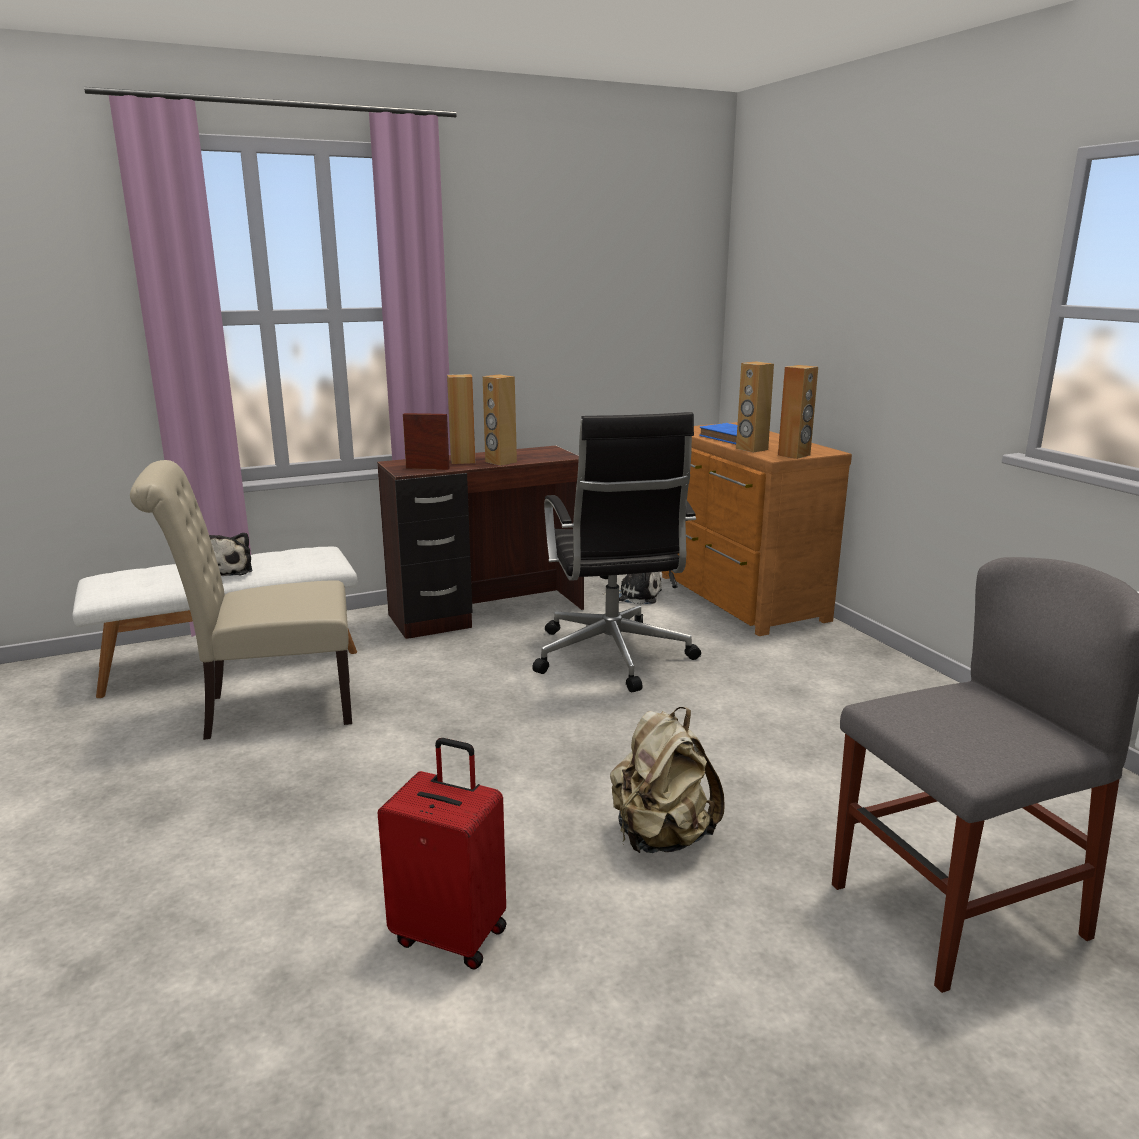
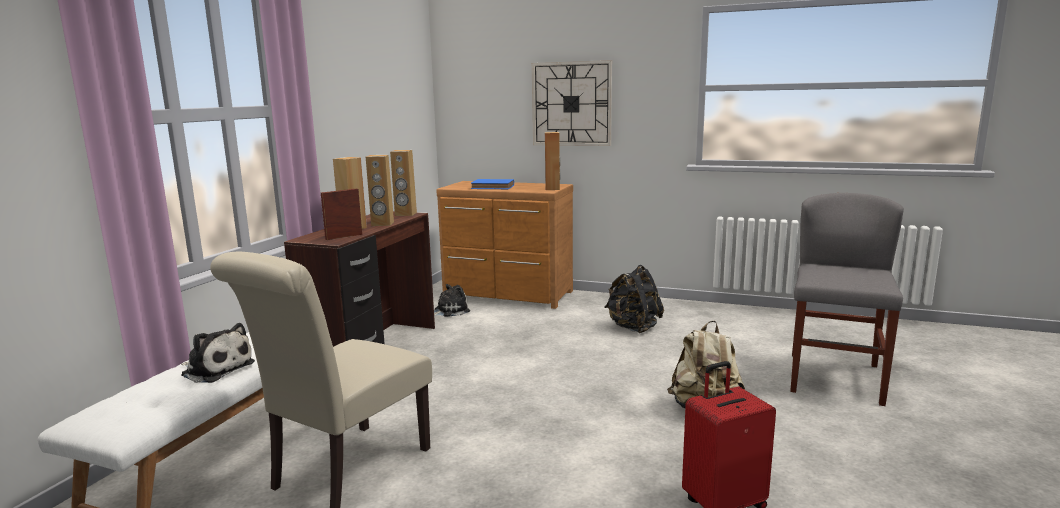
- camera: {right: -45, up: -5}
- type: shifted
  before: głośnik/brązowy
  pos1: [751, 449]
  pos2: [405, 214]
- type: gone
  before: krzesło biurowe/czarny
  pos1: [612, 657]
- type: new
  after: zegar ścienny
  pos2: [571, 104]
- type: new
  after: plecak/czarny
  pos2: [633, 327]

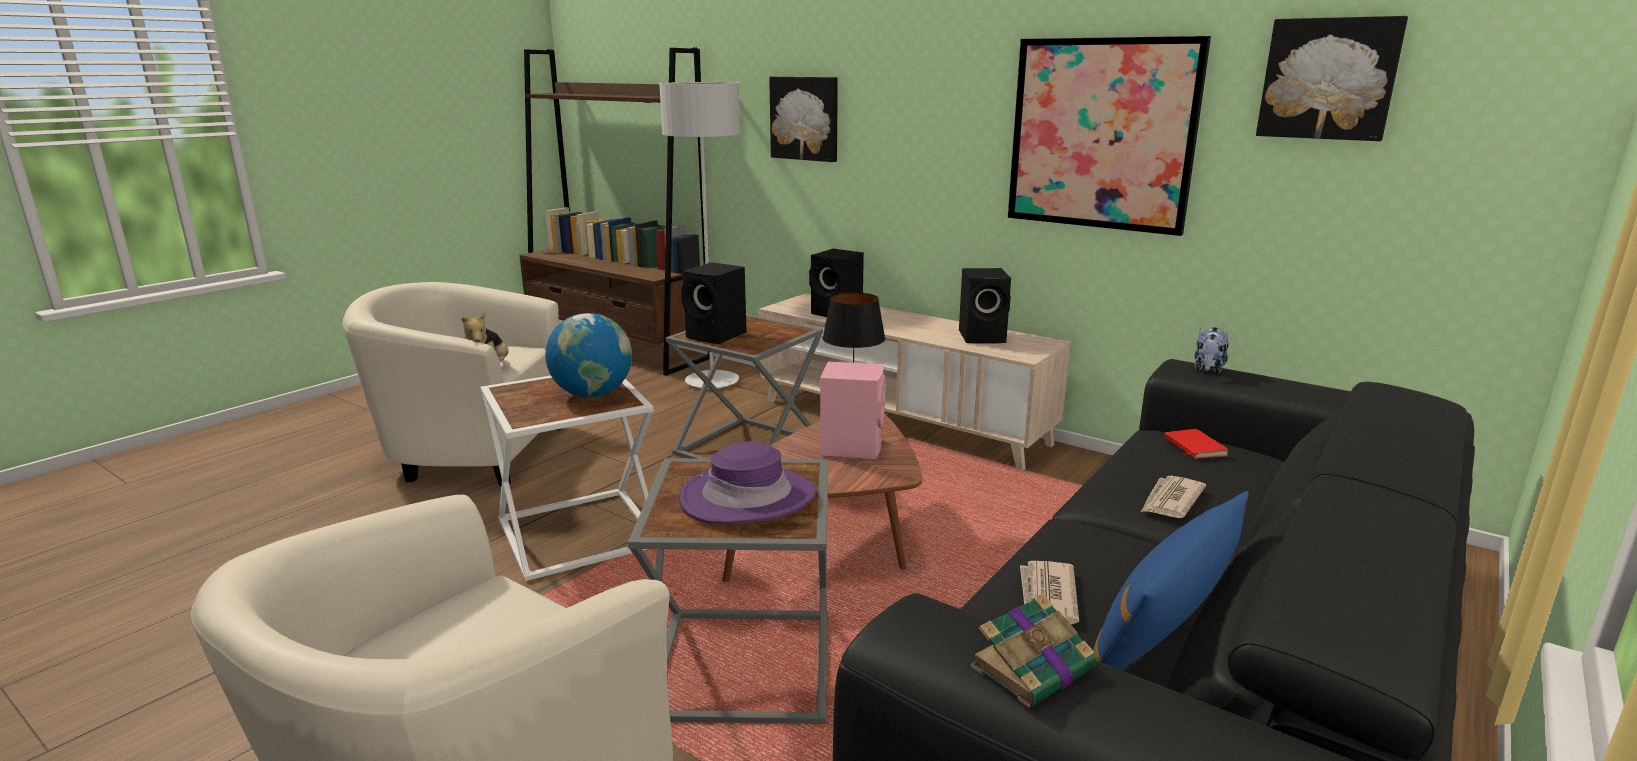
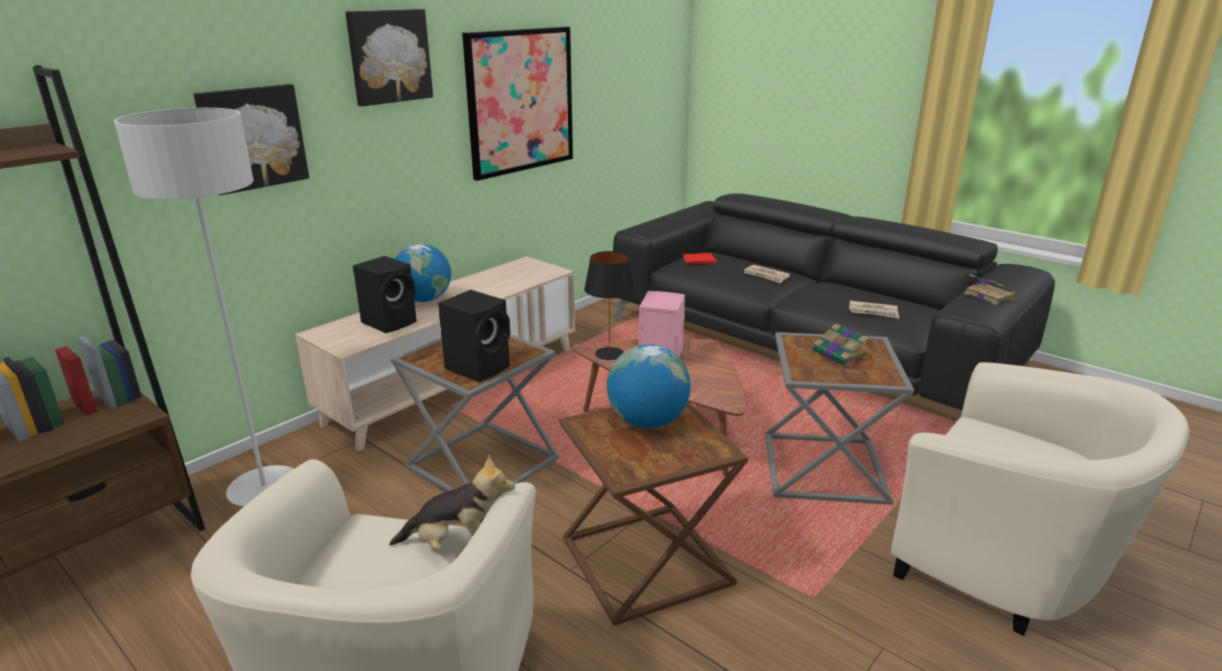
- camera: {right: -85, up: 5}
- type: shifted
  before: obraz
  pos1: [1328, 79]
  pos2: [389, 56]
- type: gone
  before: głośnik/czarny
  pos1: [984, 337]
- type: gone
  before: pluszak
  pos1: [1208, 369]
- type: repainted
  before: stolik/biały
  after: stolik/brązowy
  pos1: [580, 532]
  pos2: [643, 561]
- type: swapped
  before: kapelusz/fioletowy
  after: książka
  pos1: [748, 497]
  pos2: [840, 355]
- type: gone
  before: poduszka/niebieski
  pos1: [1162, 638]
- type: new
  after: globus
  pos2: [424, 299]

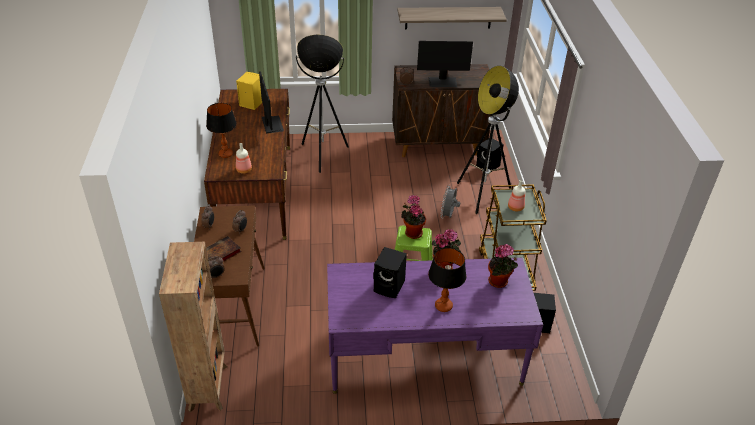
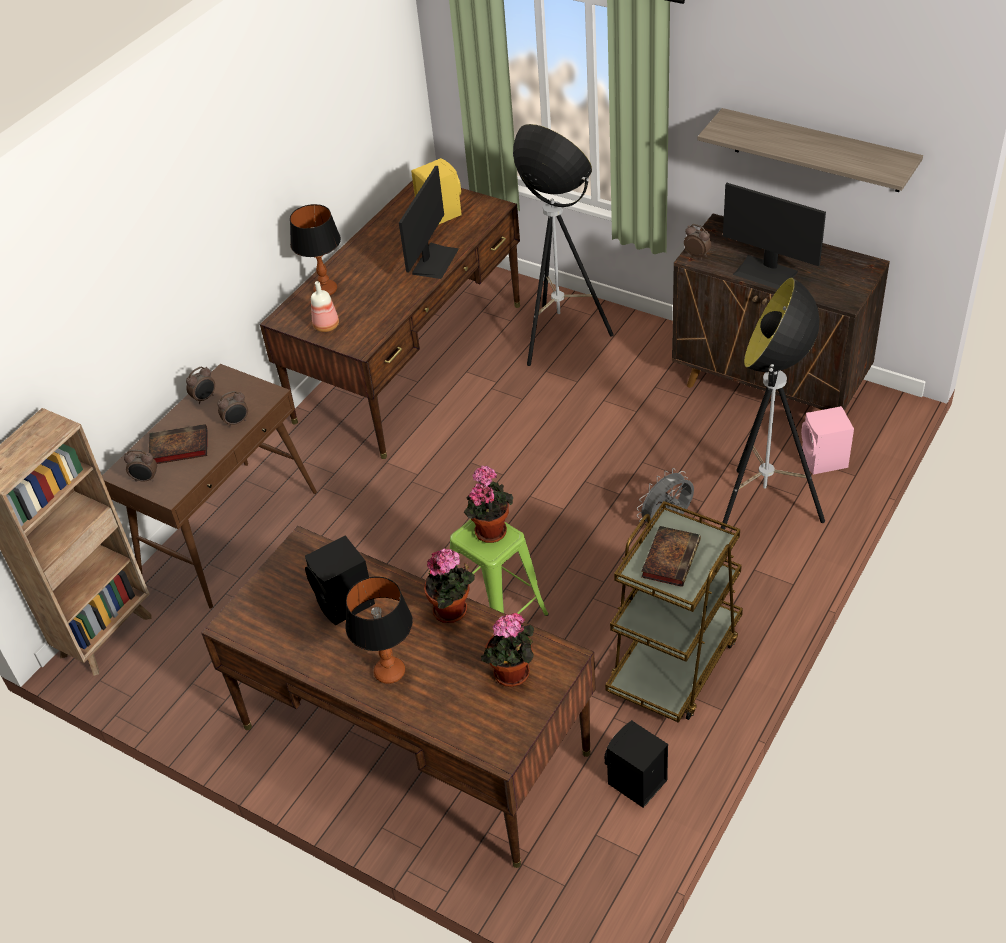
- camera: {right: 40, up: 5}
- type: repainted
  before: głośnik/czarny
  after: głośnik/różowy
  pos1: [488, 167]
  pos2: [824, 461]
- type: swapped
  before: butelka
  after: książka
  pos1: [515, 207]
  pos2: [670, 558]
- type: repainted
  before: biurko/fioletowy
  after: biurko/brązowy
  pos1: [424, 356]
  pos2: [414, 740]

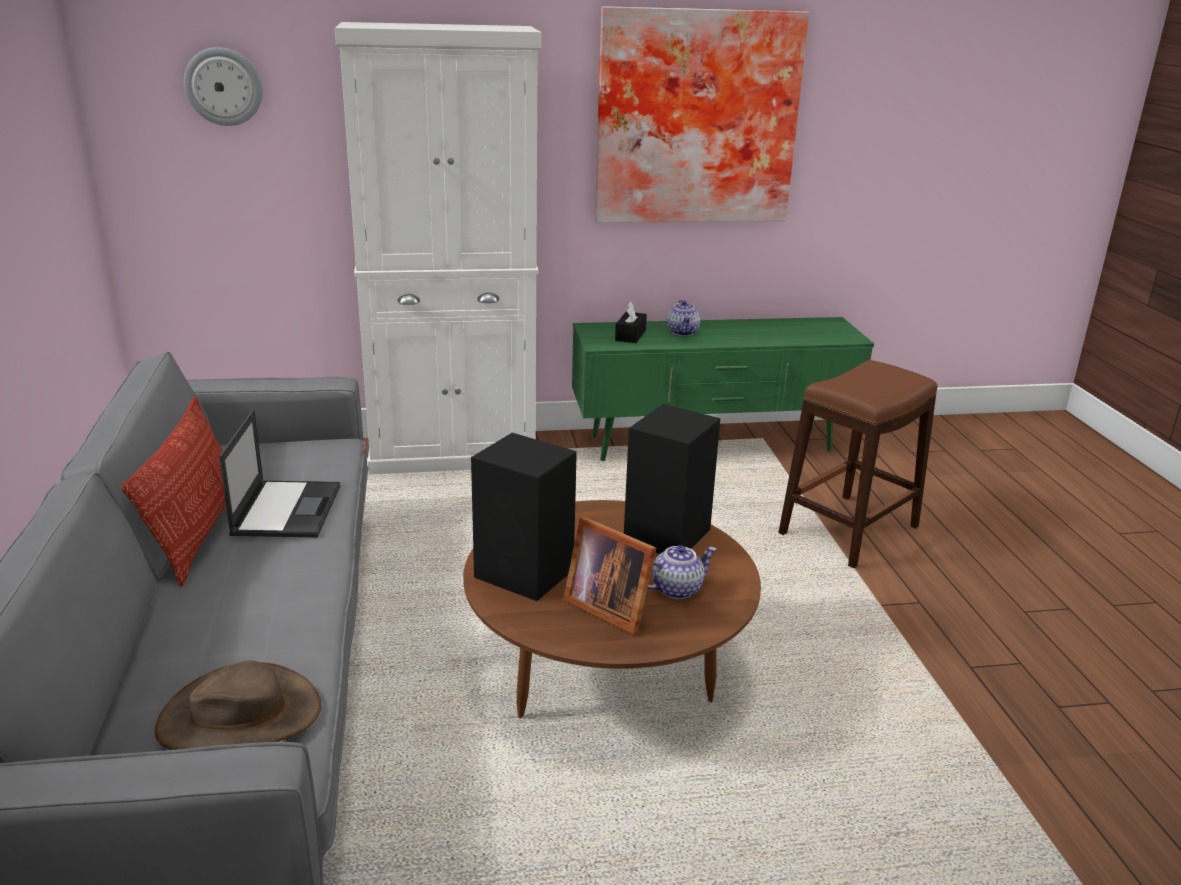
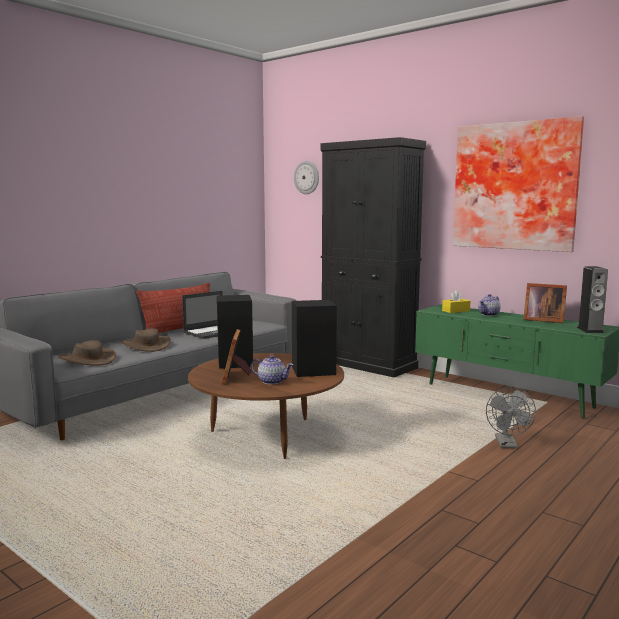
- camera: {right: 50, up: -15}
- type: repainted
  before: szafka/biały
  after: szafka/czarny
  pos1: [453, 453]
  pos2: [368, 365]
- type: repainted
  before: pudełko chusteczek/czarny
  after: pudełko chusteczek/żółty
  pos1: [630, 335]
  pos2: [456, 311]
- type: swapped
  before: stołek/brązowy
  after: wentylator/szary
  pos1: [848, 530]
  pos2: [507, 445]
- type: new
  after: głośnik
  pos2: [590, 330]
- type: new
  after: ramka na zdjęcie
  pos2: [542, 320]
- type: new
  after: kapelusz/brązowy
  pos2: [146, 345]

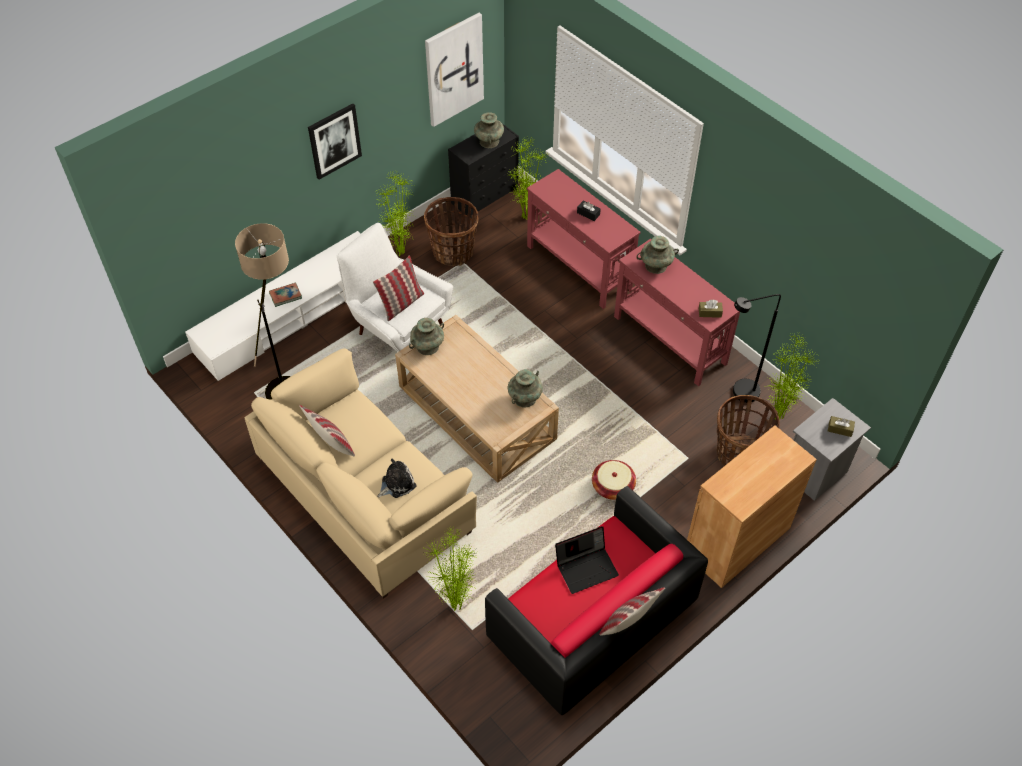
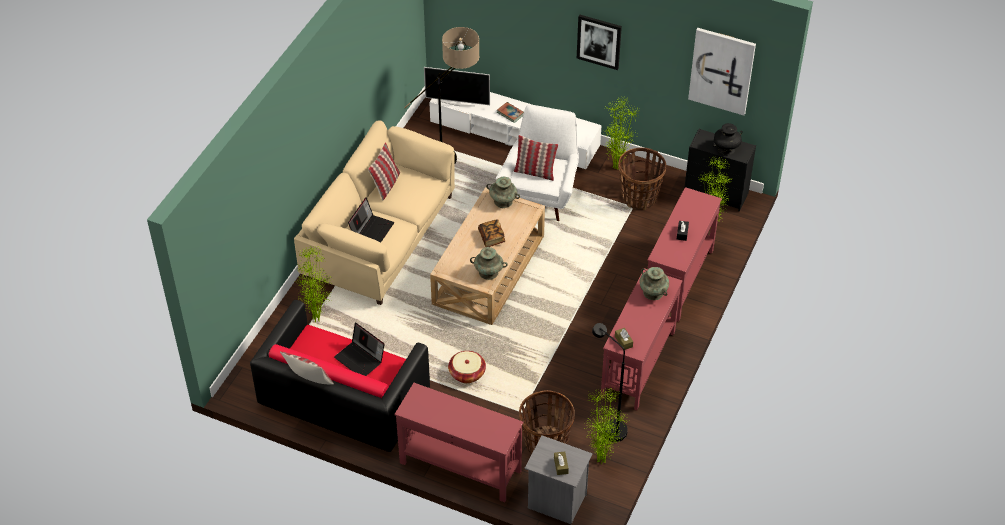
- camera: {right: 65, up: -5}
- type: repainted
  before: wazon/turkusowy
  after: wazon/czarny
  pos1: [489, 141]
  pos2: [726, 149]
- type: swapped
  before: szafka/brązowy
  after: stolik konsolowy/czerwony
  pos1: [737, 540]
  pos2: [460, 466]
- type: swapped
  before: pluszak
  after: laptop
  pos1: [396, 483]
  pos2: [372, 230]
- type: new
  after: telewizor
  pos2: [458, 103]
- type: new
  after: książka
  pos2: [491, 238]

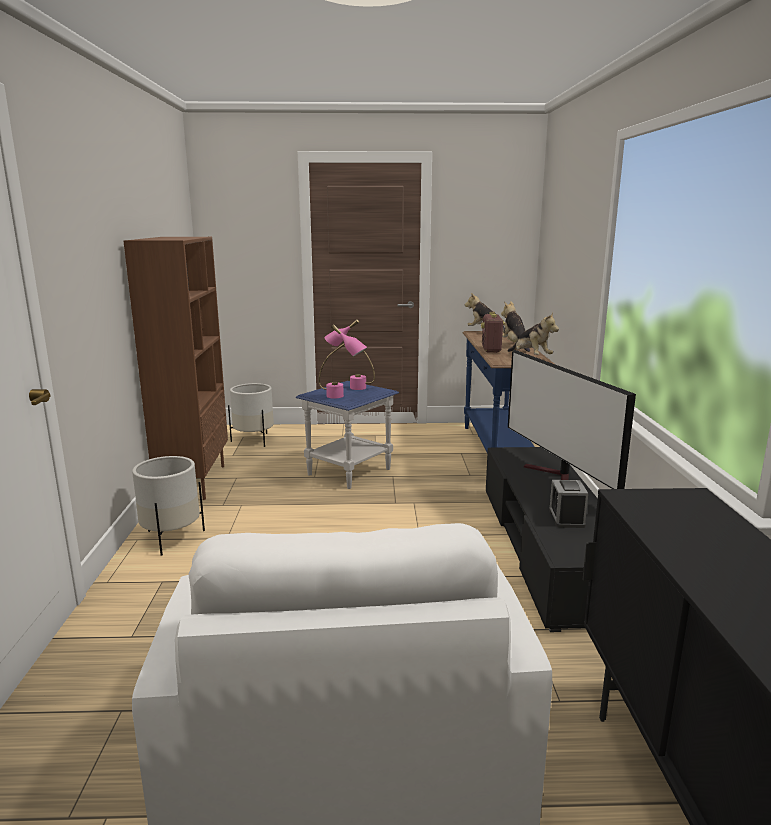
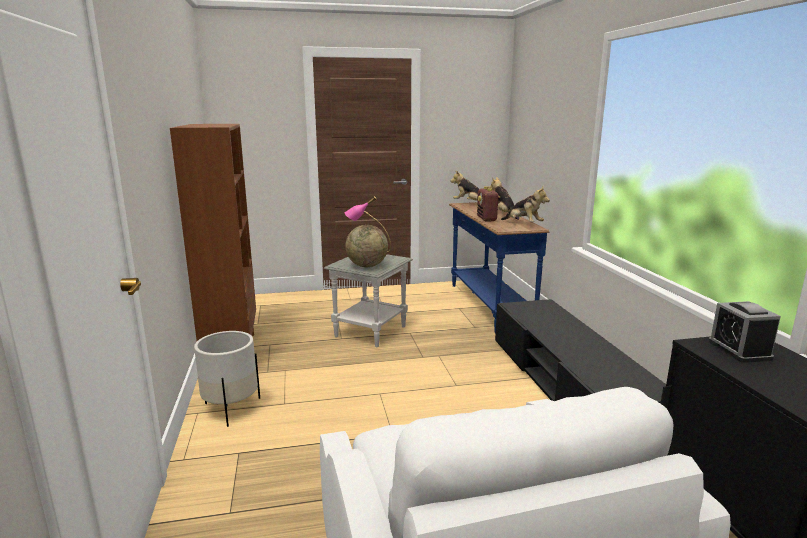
- camera: {right: -10, up: 0}
- type: swapped
  before: lampa stołowa/różowy
  after: globus
  pos1: [342, 397]
  pos2: [367, 266]
- type: gone
  before: telewizor
  pos1: [557, 477]
- type: repainted
  before: stolik/niebieski
  after: stolik/szary
  pos1: [349, 471]
  pos2: [370, 331]
- type: gone
  before: donica/biały
  pos1: [254, 440]
- type: shifted
  before: budzik
  pos1: [566, 518]
  pos2: [739, 350]

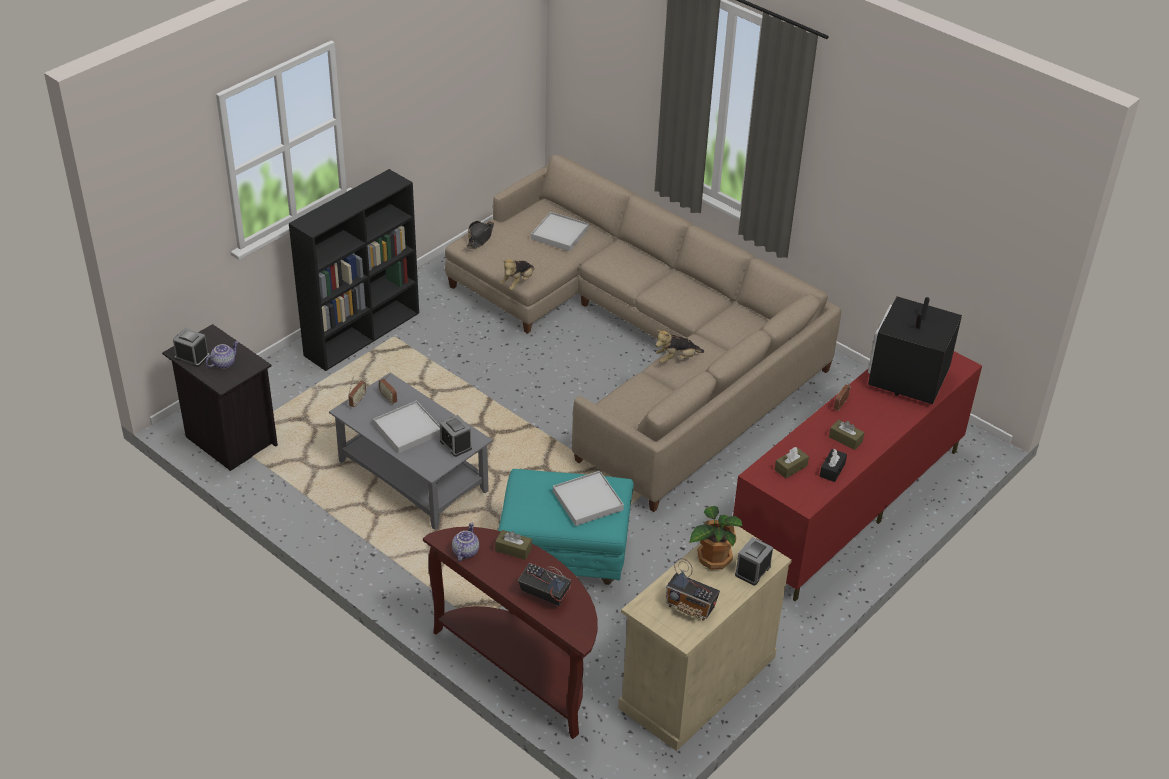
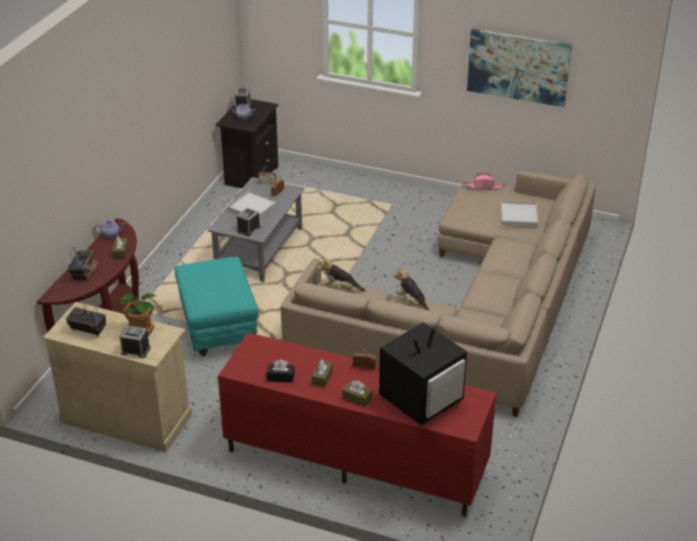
- camera: {right: 70, up: -5}
- type: gone
  before: regał/czarny
  pos1: [363, 333]
- type: repainted
  before: kapelusz/czarny
  after: kapelusz/różowy
  pos1: [480, 238]
  pos2: [484, 186]
- type: shifted
  before: pluszak
  pos1: [517, 283]
  pos2: [340, 288]
- type: rotated
  before: telewizor
  pos1: [907, 380]
  pos2: [422, 399]
  turn: 135
- type: shifted
  before: pudełko chusteczek/brązowy
  pos1: [791, 468]
  pos2: [357, 398]
- type: gone
  before: taca/biały
  pos1: [587, 500]
- type: rotated
  before: radio
  pos1: [691, 607]
  pos2: [88, 330]
  turn: 105
- type: new
  after: obraz
  pos2: [518, 67]

